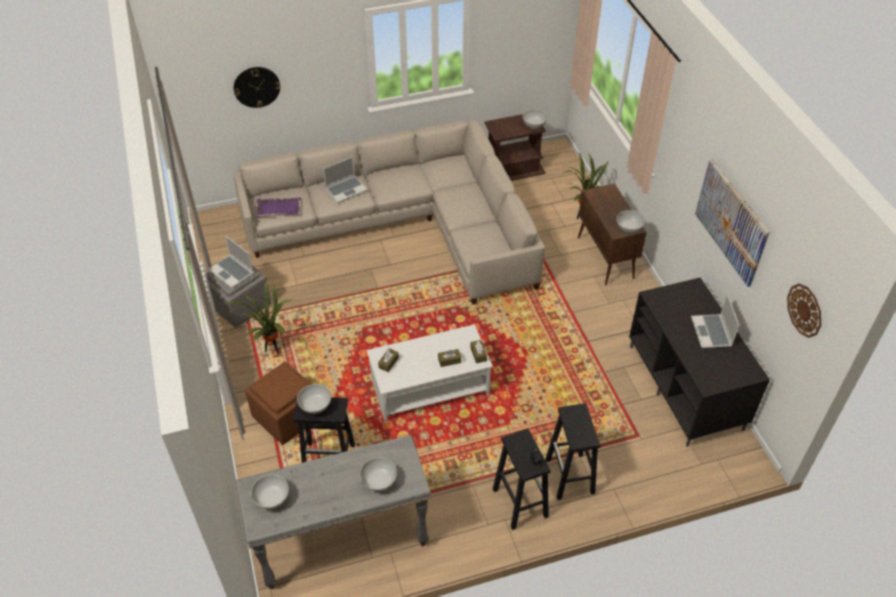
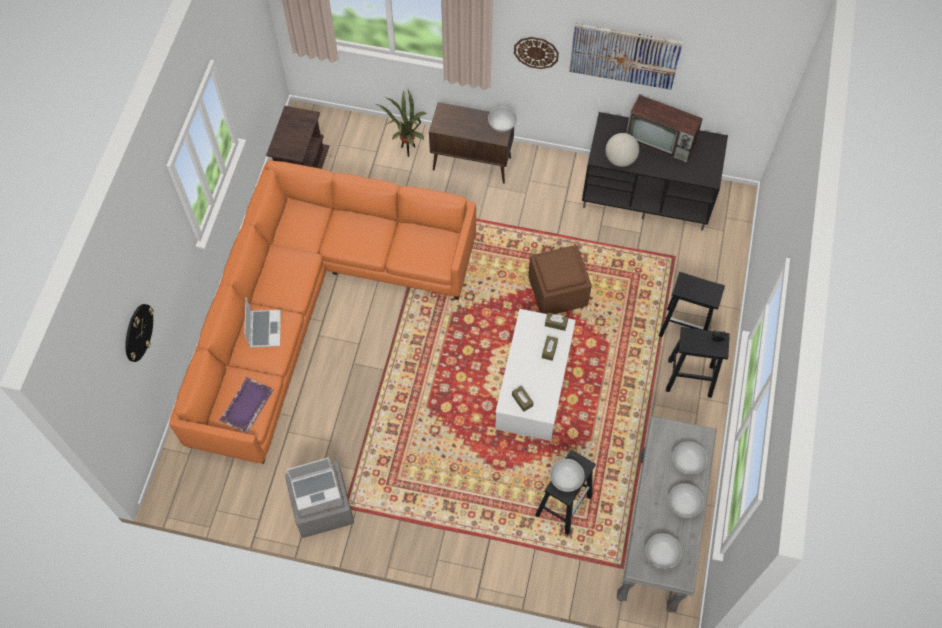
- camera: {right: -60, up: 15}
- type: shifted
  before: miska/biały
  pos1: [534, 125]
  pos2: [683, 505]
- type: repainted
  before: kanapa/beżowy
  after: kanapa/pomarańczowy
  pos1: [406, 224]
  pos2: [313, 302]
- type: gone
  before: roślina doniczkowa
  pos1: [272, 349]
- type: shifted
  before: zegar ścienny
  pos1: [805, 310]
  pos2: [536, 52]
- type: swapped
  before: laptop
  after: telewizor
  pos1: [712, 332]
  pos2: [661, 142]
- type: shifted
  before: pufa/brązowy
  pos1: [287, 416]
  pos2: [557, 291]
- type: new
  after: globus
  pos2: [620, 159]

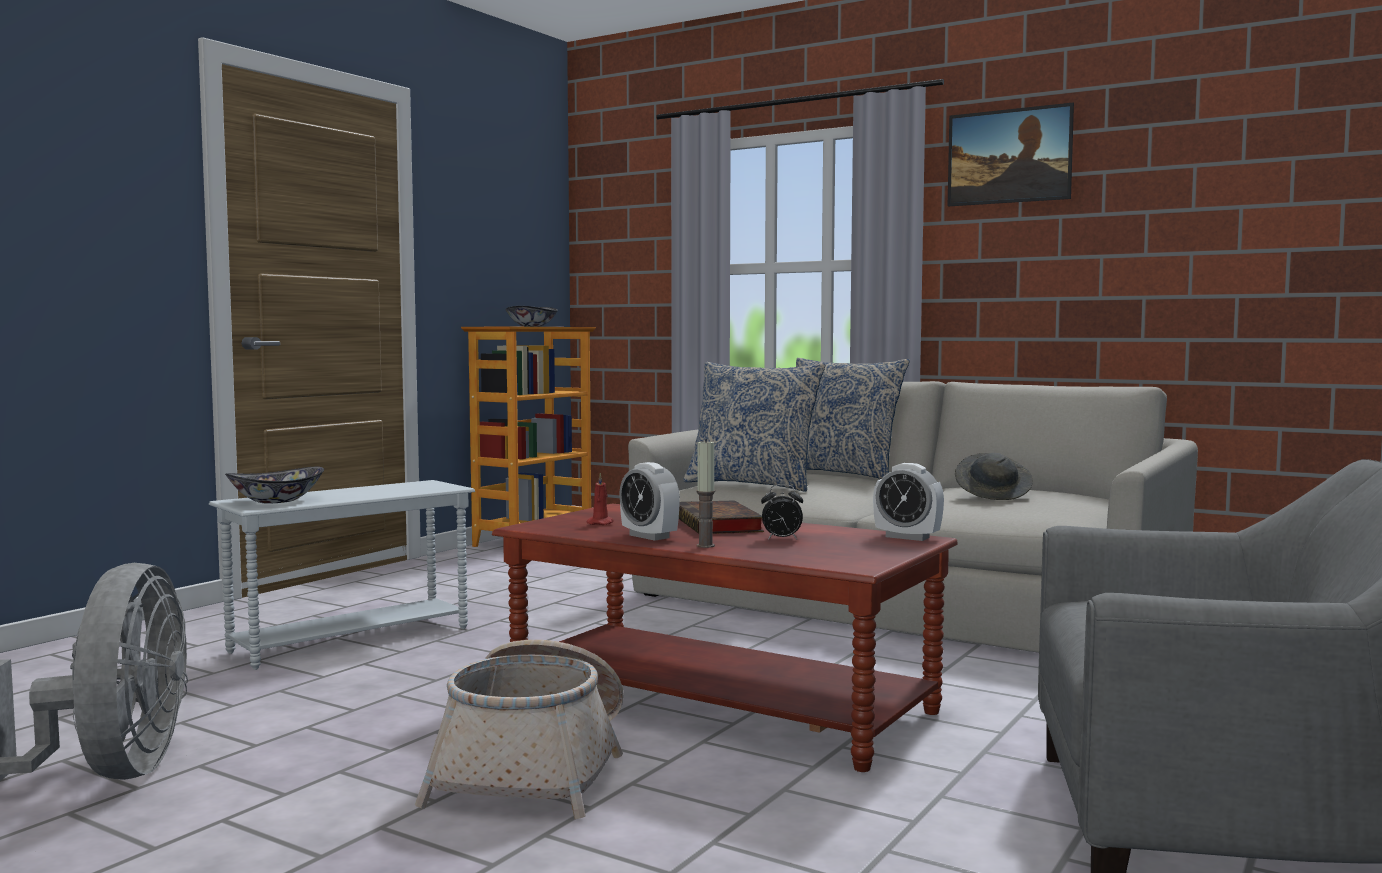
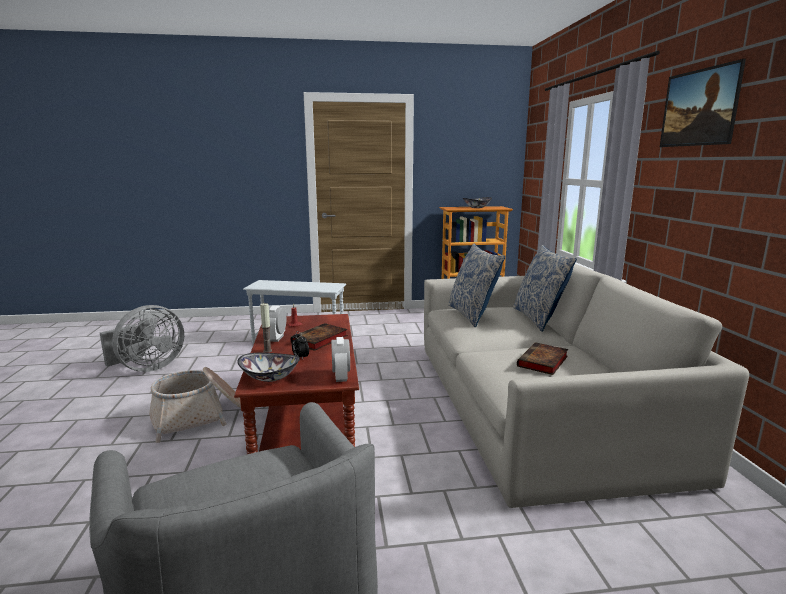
- camera: {right: 50, up: 10}
- type: swapped
  before: kapelusz/szary
  after: książka
  pos1: [993, 495]
  pos2: [543, 362]
- type: shifted
  before: miska
  pos1: [276, 501]
  pos2: [269, 378]

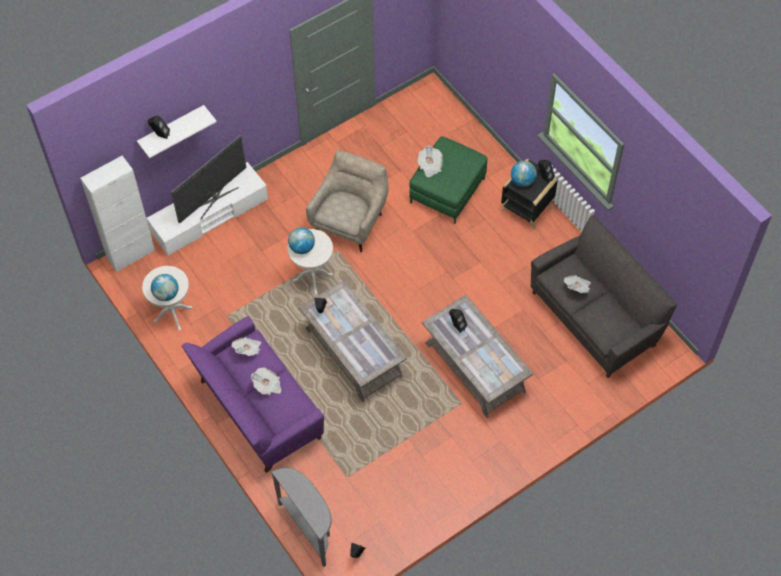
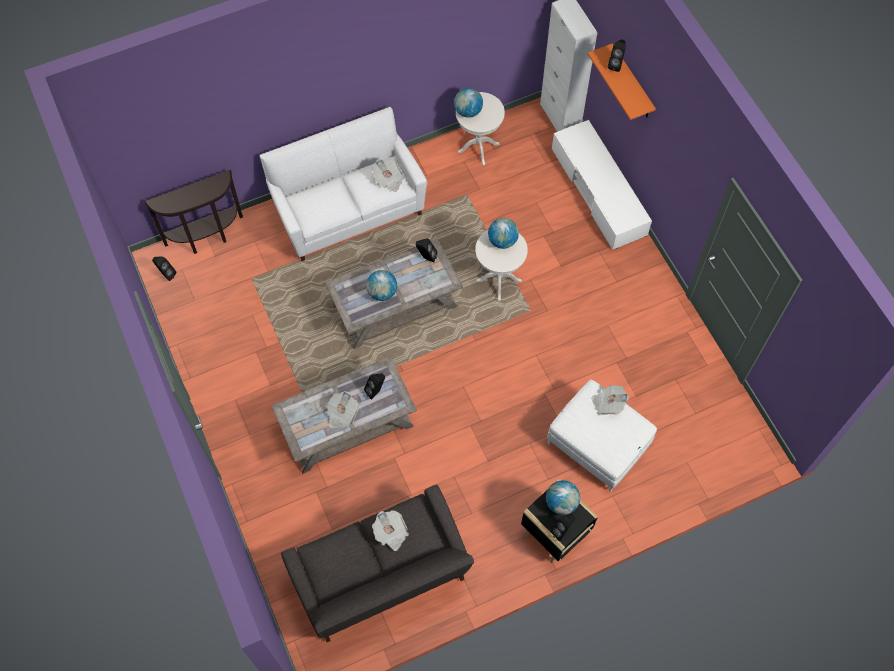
- camera: {right: 100, up: 5}
- type: repainted
  before: półka/biały
  after: półka/pomarańczowy
  pos1: [171, 129]
  pos2: [632, 83]
- type: gone
  before: telewizor
  pos1: [214, 198]
- type: repainted
  before: pufa/zielony
  after: pufa/biały
  pos1: [447, 190]
  pos2: [598, 444]
- type: gone
  before: fotel/beżowy
  pos1: [350, 221]
- type: repainted
  before: kanapa/fioletowy
  after: kanapa/biały
  pos1: [258, 410]
  pos2: [348, 210]
- type: shifted
  before: gazeta
  pos1: [267, 386]
  pos2: [342, 414]
- type: repainted
  before: stolik konsolowy/szary
  after: stolik konsolowy/brązowy
  pos1: [309, 528]
  pos2: [207, 238]
- type: new
  after: globus
  pos2: [382, 292]

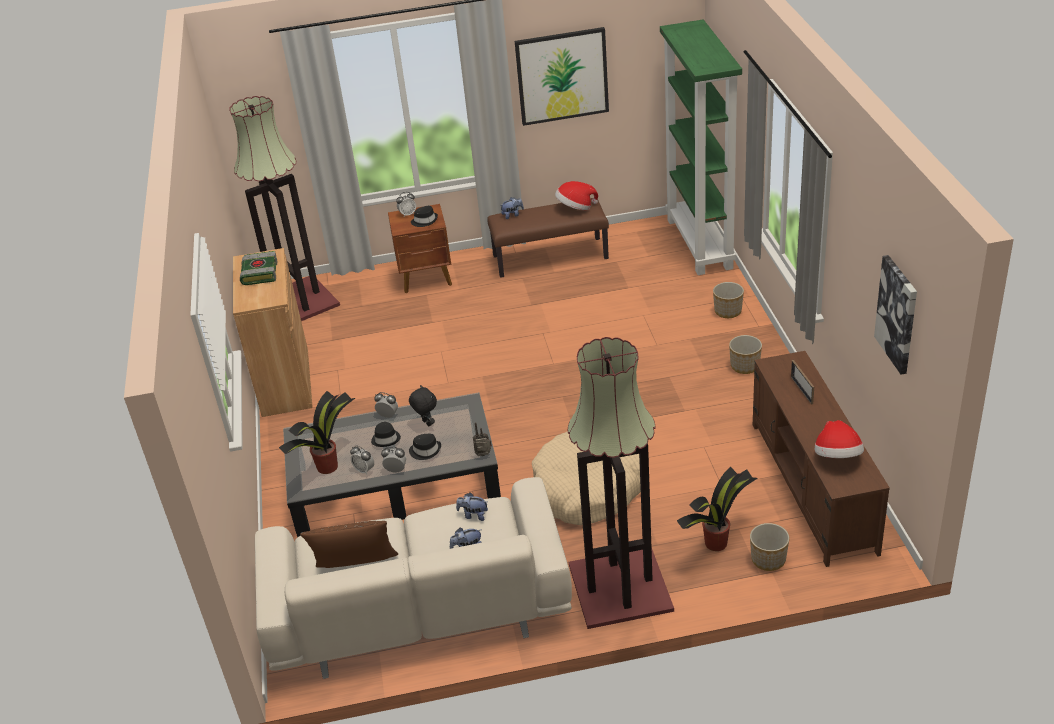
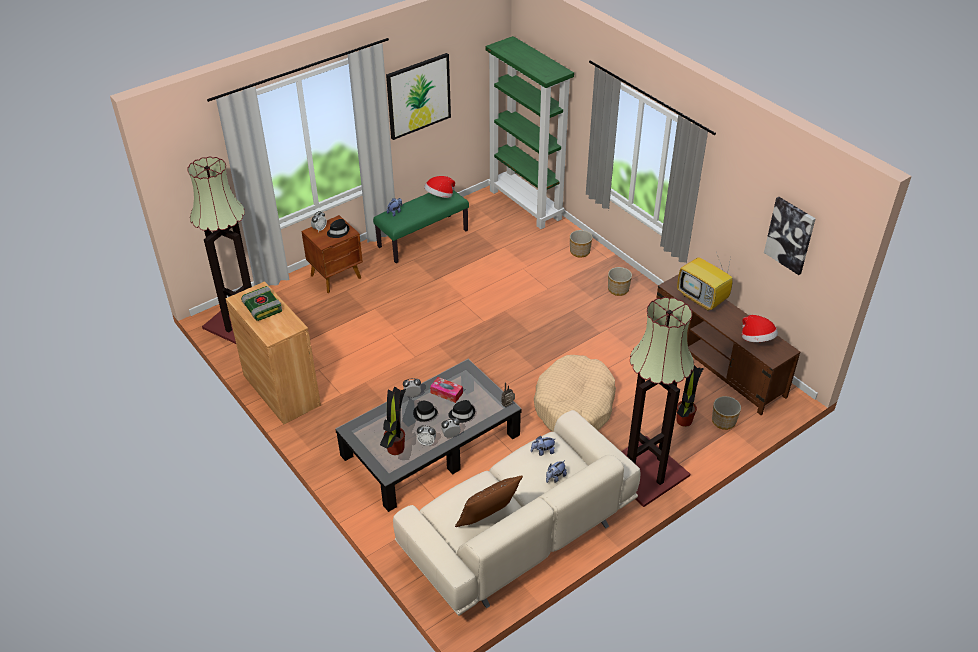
- camera: {right: -30, up: 5}
- type: repainted
  before: ławka/brązowy
  after: ławka/zielony
  pos1: [550, 257]
  pos2: [423, 238]
- type: swapped
  before: ramka na zdjęcie
  after: telewizor
  pos1: [801, 390]
  pos2: [703, 299]
- type: swapped
  before: pluszak/czarny
  after: pudełko chusteczek
  pos1: [426, 423]
  pos2: [446, 393]

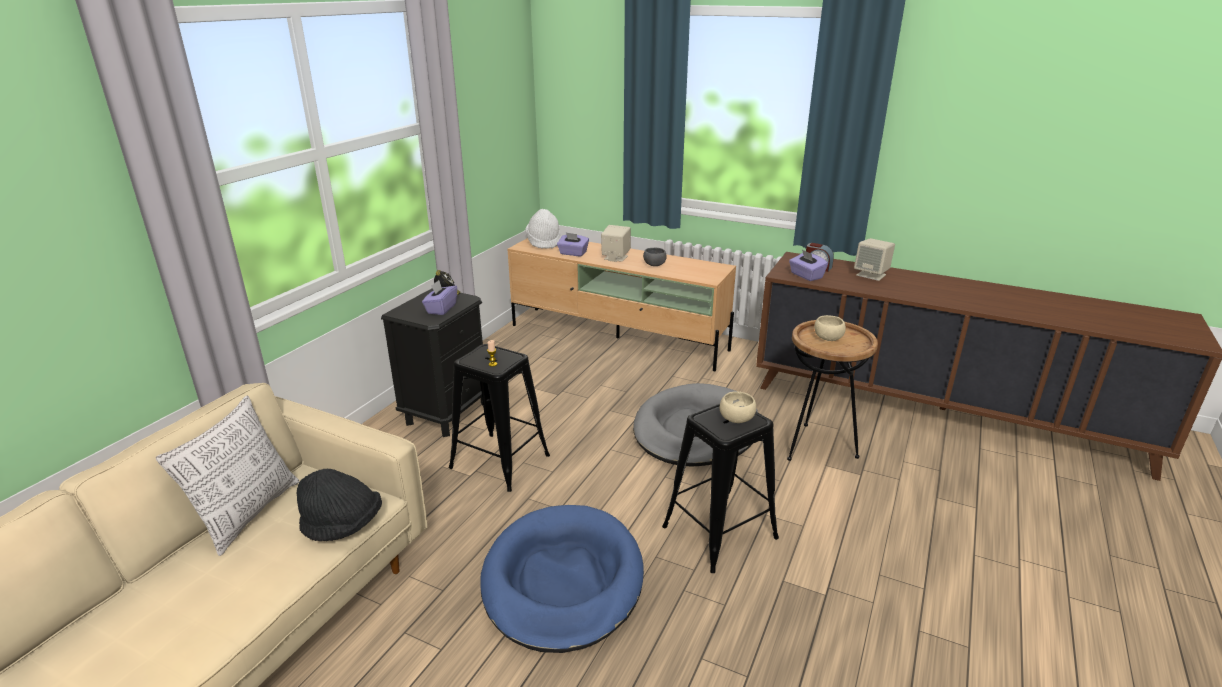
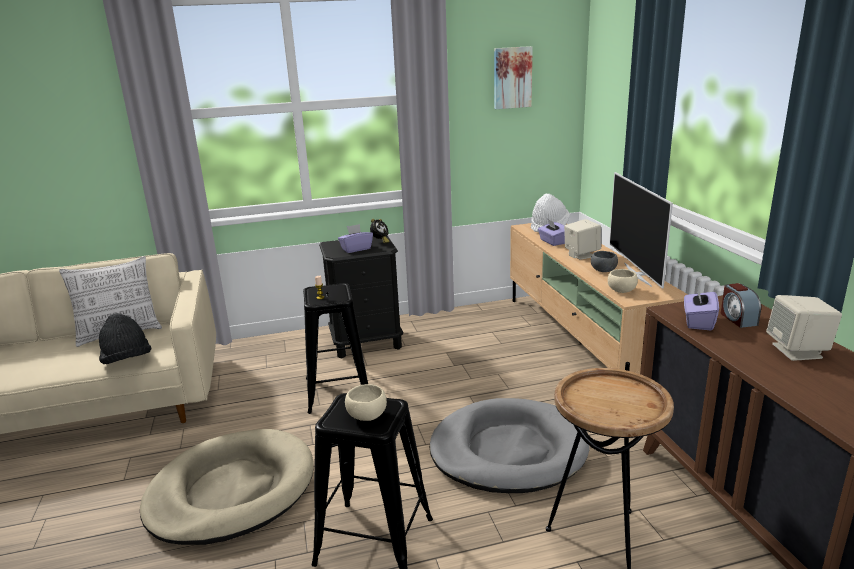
- camera: {right: 50, up: -5}
- type: shifted
  before: miska/beżowy
  pos1: [827, 338]
  pos2: [621, 290]
- type: repainted
  before: legowisko/niebieski
  after: legowisko/beżowy
  pos1: [562, 581]
  pos2: [231, 491]
- type: new
  after: obraz
  pos2: [512, 77]
- type: new
  after: telewizor
  pos2: [638, 274]

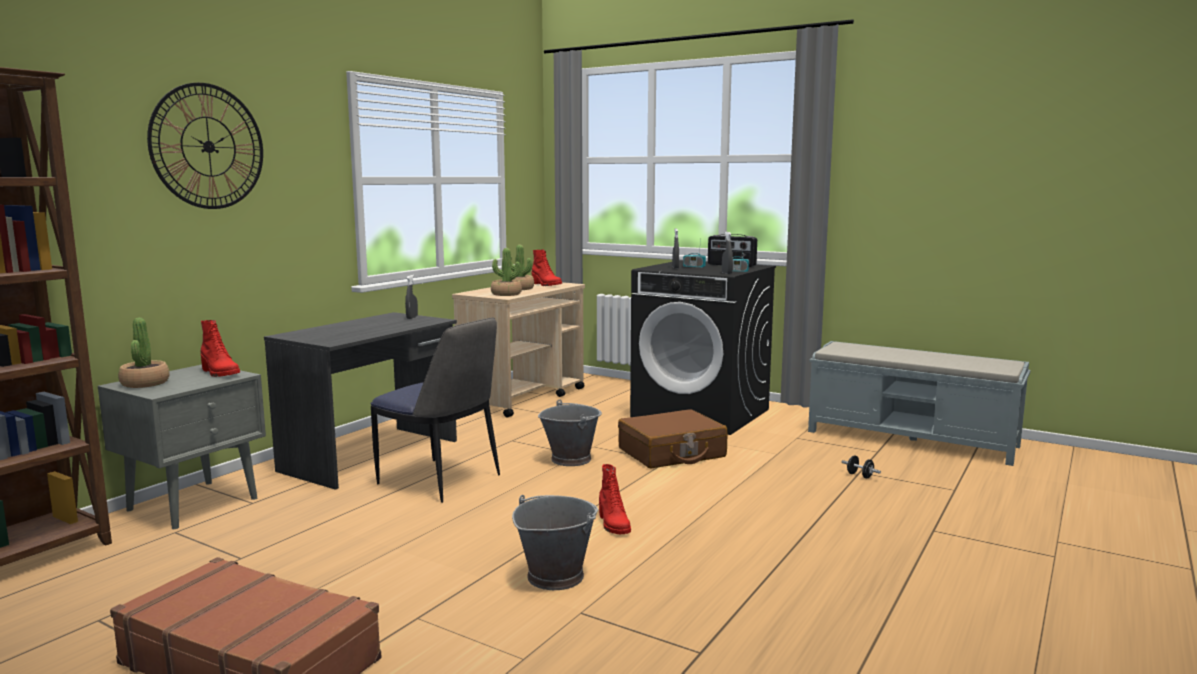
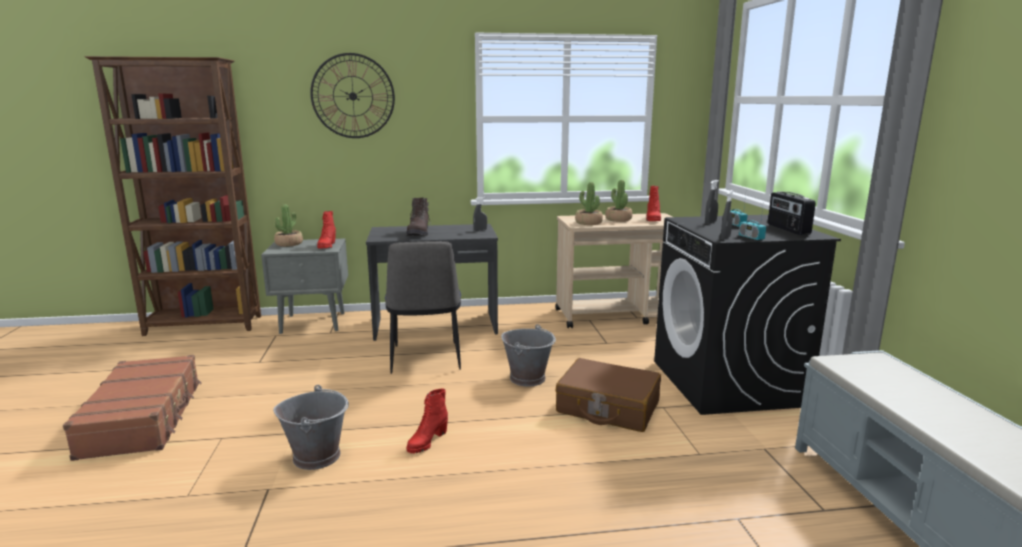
- camera: {right: 50, up: 5}
- type: gone
  before: hantel/czarny
  pos1: [860, 476]
- type: new
  after: but z cholewką/brązowy
  pos2: [419, 233]

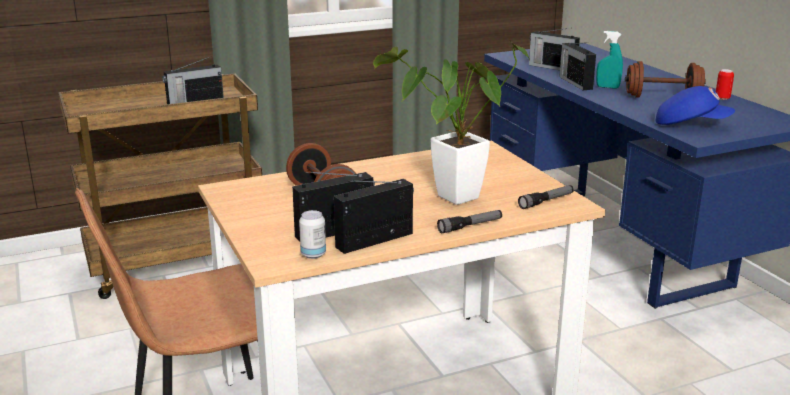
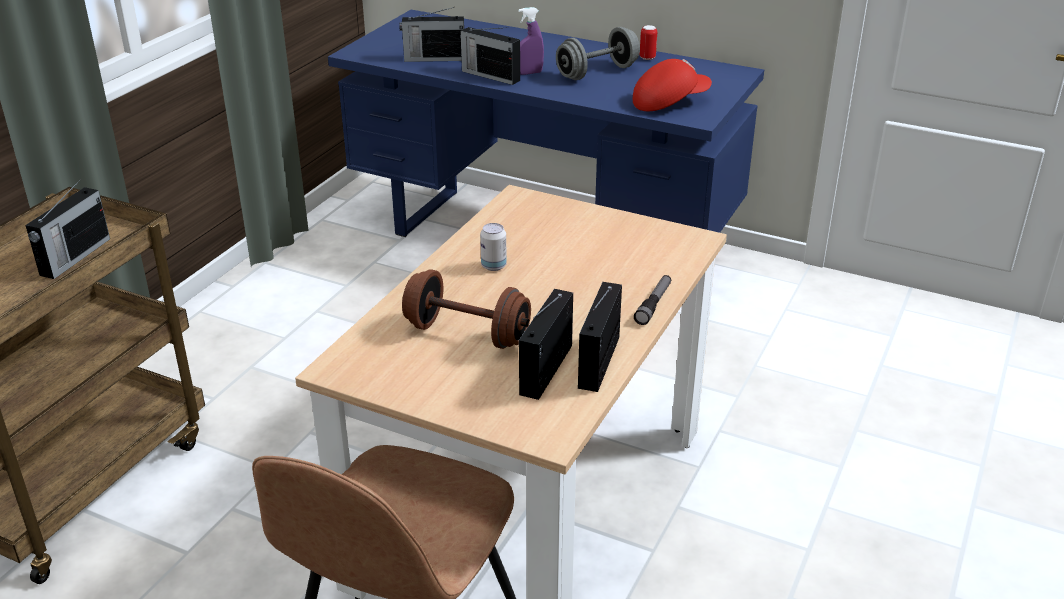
- camera: {right: -40, up: 10}
- type: repainted
  before: spryskiwacz/turkusowy
  after: spryskiwacz/fioletowy
  pos1: [607, 87]
  pos2: [529, 73]
- type: gone
  before: roślina doniczkowa
  pos1: [450, 199]
- type: repainted
  before: hantel/brązowy
  after: hantel/szary
  pos1: [662, 97]
  pos2: [597, 72]
- type: repainted
  before: czapka z daszkiem/niebieski
  after: czapka z daszkiem/czerwony
  pos1: [691, 124]
  pos2: [669, 102]
- type: gone
  before: latarka
  pos1: [546, 201]
- type: shifted
  before: puszka
  pos1: [313, 254]
  pos2: [493, 266]

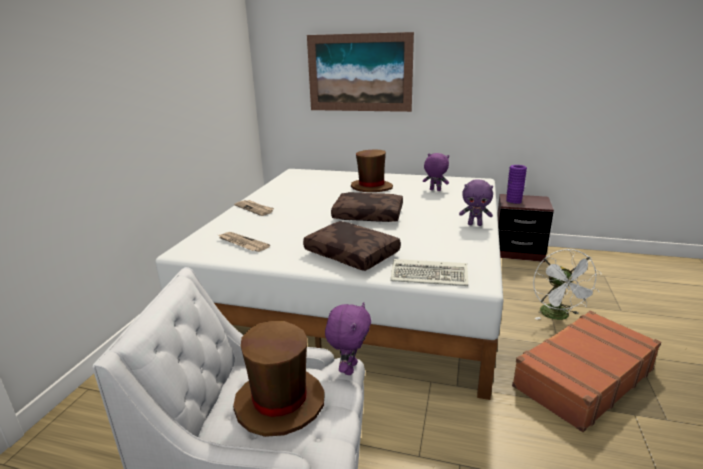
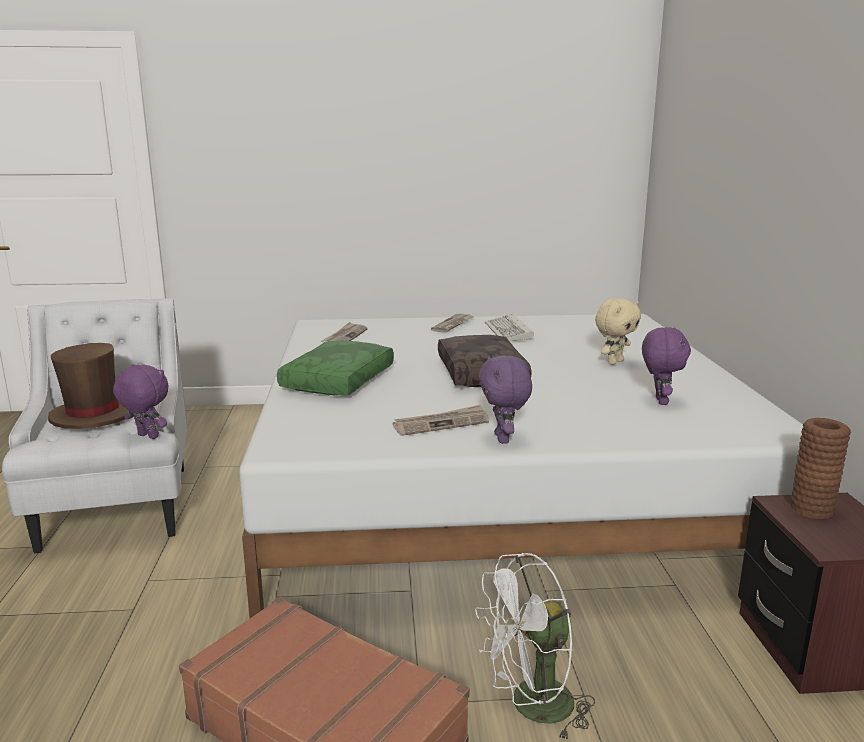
- camera: {right: 70, up: -5}
- type: gone
  before: obraz
  pos1: [359, 73]
- type: swapped
  before: kapelusz/brązowy
  after: pluszak/beżowy
  pos1: [371, 187]
  pos2: [614, 362]
- type: repainted
  before: wazon/fioletowy
  after: wazon/brązowy
  pos1: [513, 201]
  pos2: [811, 509]
- type: repainted
  before: poduszka/brązowy
  after: poduszka/zielony
  pos1: [353, 254]
  pos2: [339, 381]
- type: shifted
  before: klawiatura
  pos1: [431, 276]
  pos2: [510, 332]
- type: rotated
  before: pluszak/fioletowy
  pos1: [349, 368]
  pos2: [146, 437]
  turn: -150
- type: new
  after: gazeta
  pos2: [441, 423]

